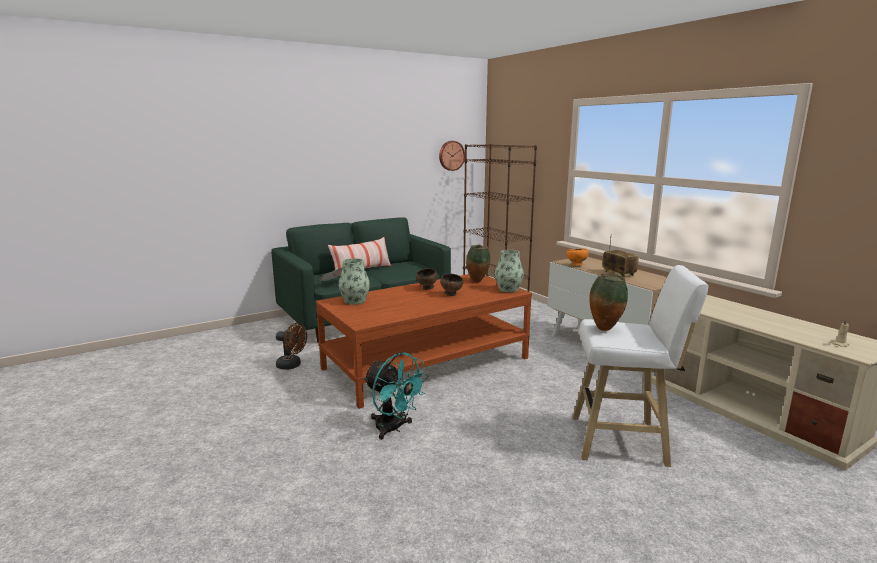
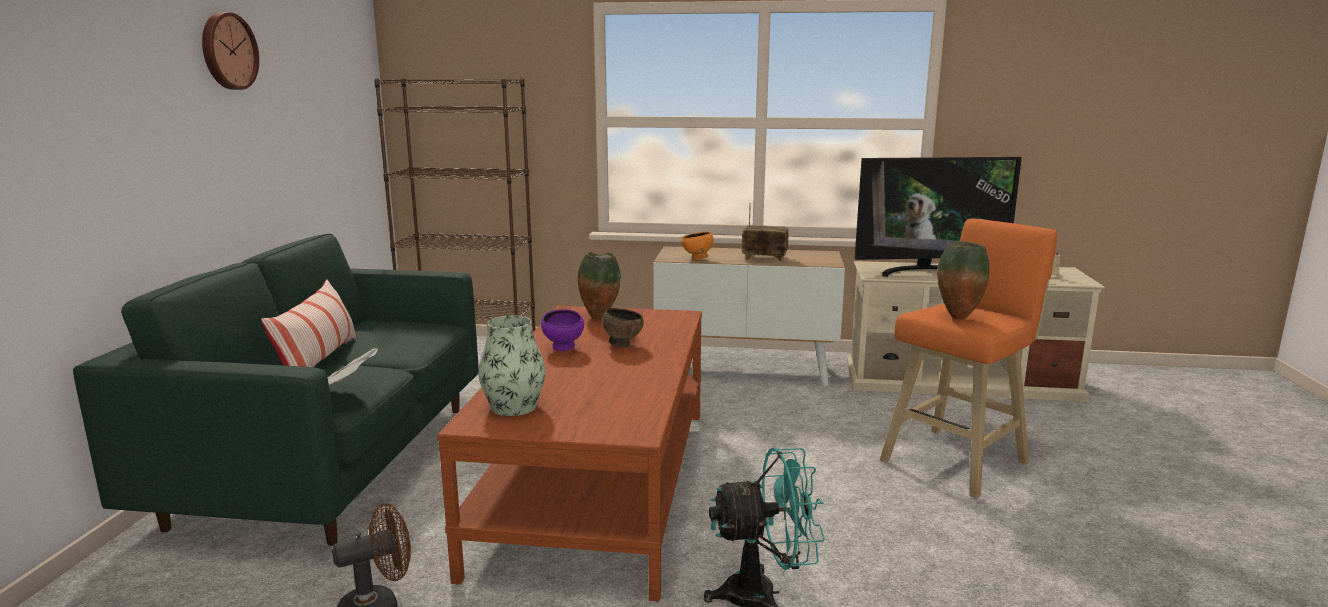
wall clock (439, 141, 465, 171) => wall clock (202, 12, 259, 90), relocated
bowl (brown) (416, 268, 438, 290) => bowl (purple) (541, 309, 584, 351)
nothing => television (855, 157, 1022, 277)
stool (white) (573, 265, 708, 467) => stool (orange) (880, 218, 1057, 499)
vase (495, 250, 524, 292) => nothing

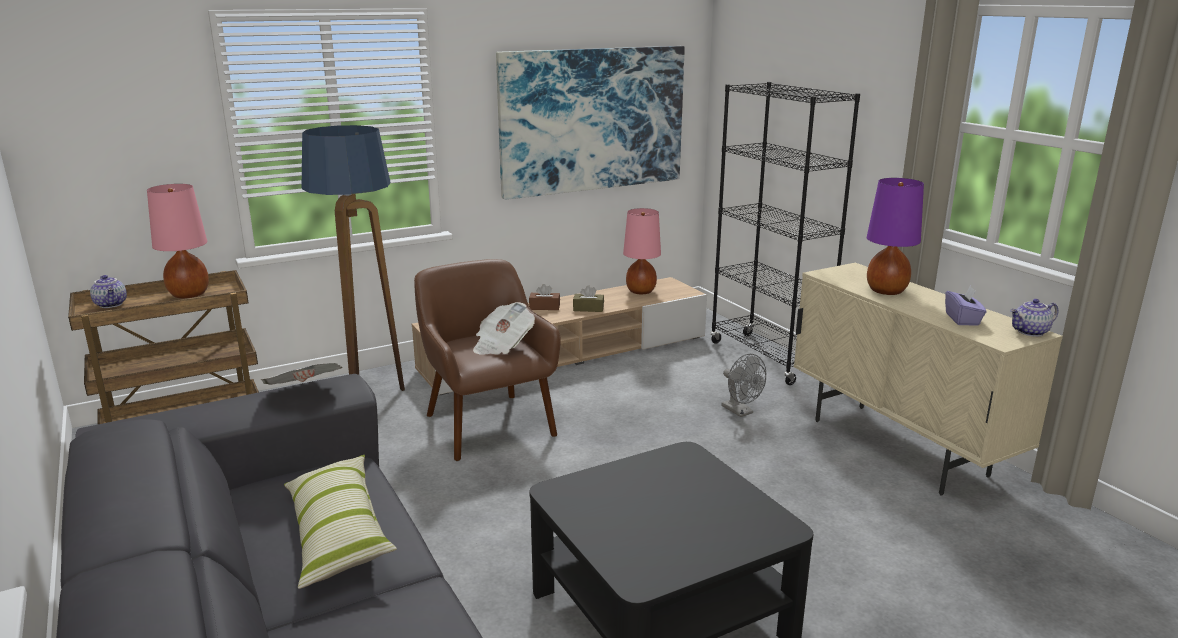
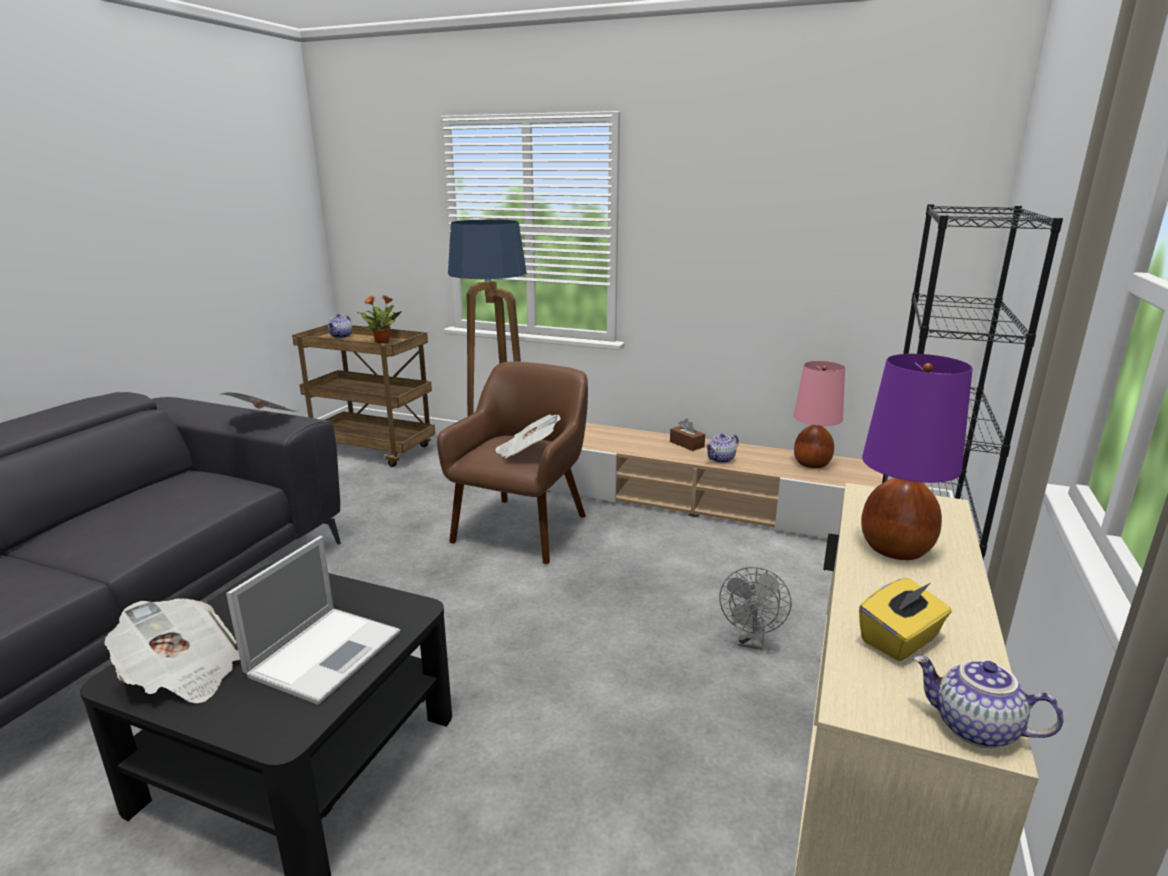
nothing => newspaper (104, 598, 240, 703)
nothing => laptop (226, 536, 400, 705)
table lamp (pink) (147, 184, 209, 298) => potted plant (357, 295, 402, 343)
tissue box (brown) (573, 285, 604, 312) => teapot (705, 433, 739, 463)
tissue box (purple) (945, 285, 987, 326) => tissue box (yellow) (859, 578, 952, 661)
pillow (284, 455, 397, 589) => nothing
picture (496, 46, 685, 200) => nothing

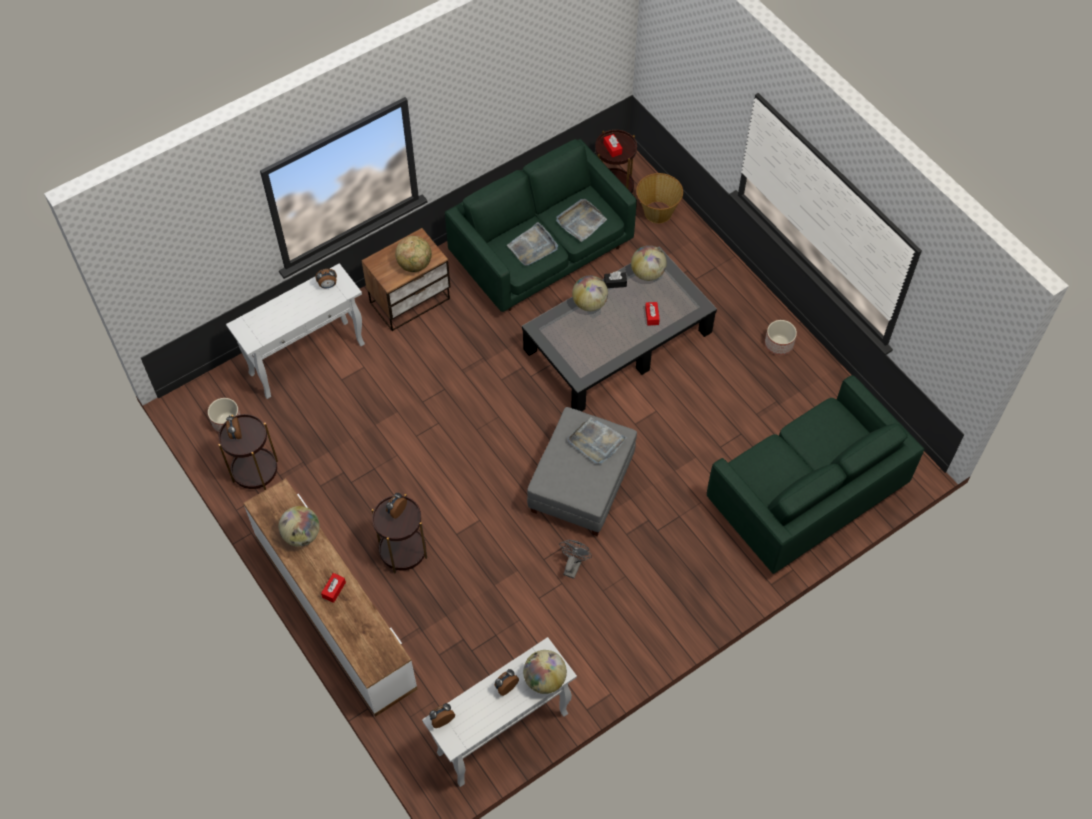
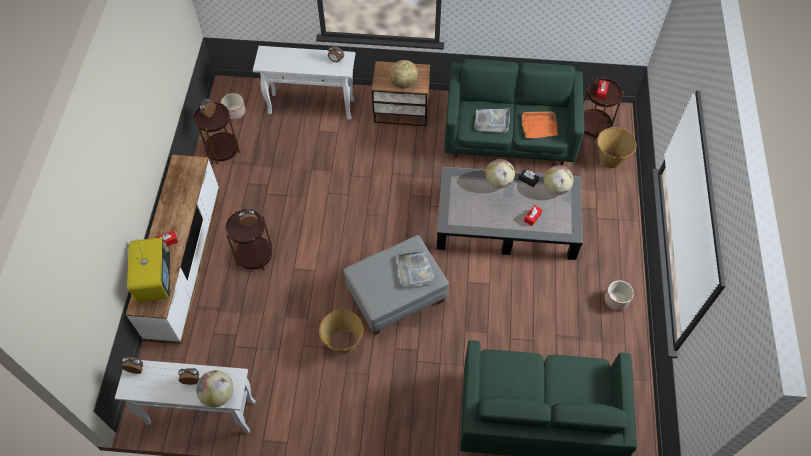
nothing => television (127, 237, 170, 302)
fan (grey) (559, 540, 592, 579) => basket (319, 309, 364, 354)
tray (grey) (556, 199, 607, 242) => tray (orange) (522, 111, 558, 138)
globe (279, 506, 320, 547) => nothing

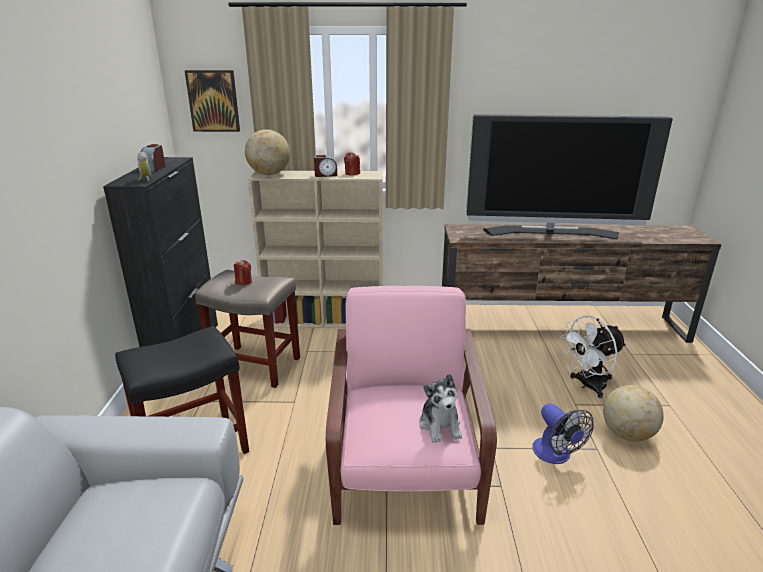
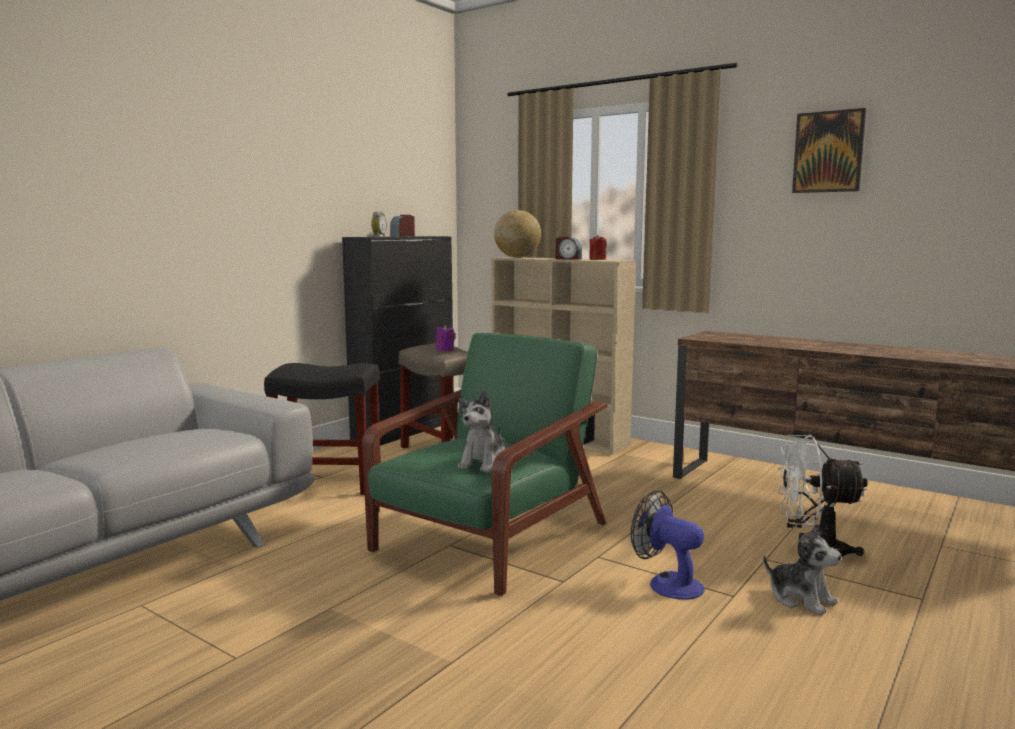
armchair (pink) (326, 286, 497, 525) => armchair (green) (362, 333, 608, 596)
candle (red) (234, 260, 252, 285) => candle (purple) (436, 325, 455, 351)
fan (532, 403, 594, 464) => fan (630, 490, 704, 600), 120 degrees clockwise
globe (603, 385, 664, 441) => plush toy (763, 523, 842, 615)
picture (185, 70, 240, 132) => picture (792, 108, 866, 193), relocated
television (466, 114, 673, 239) => nothing

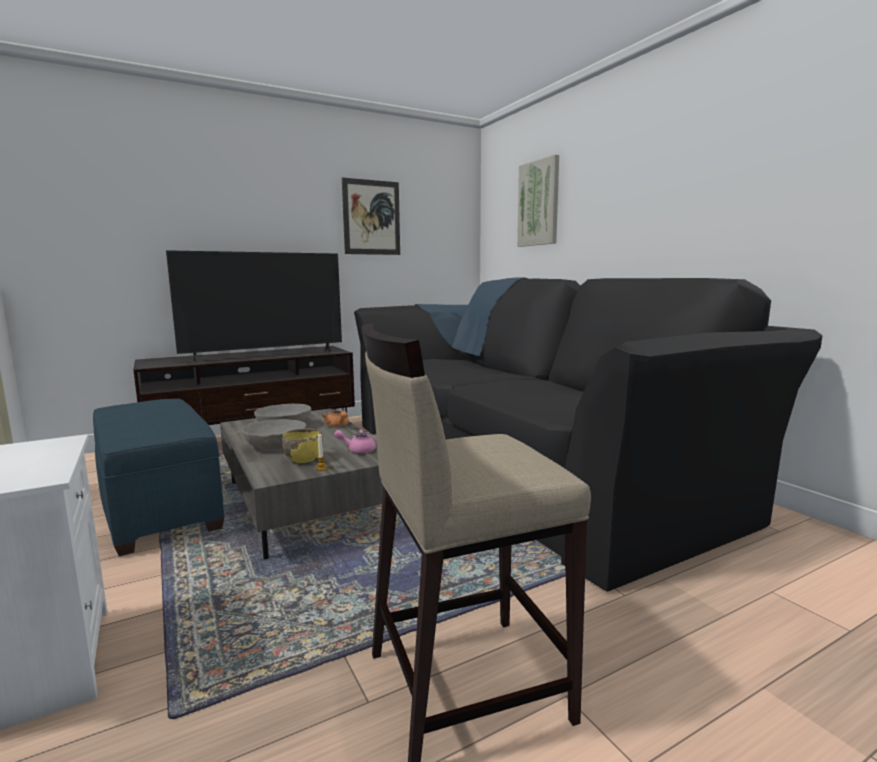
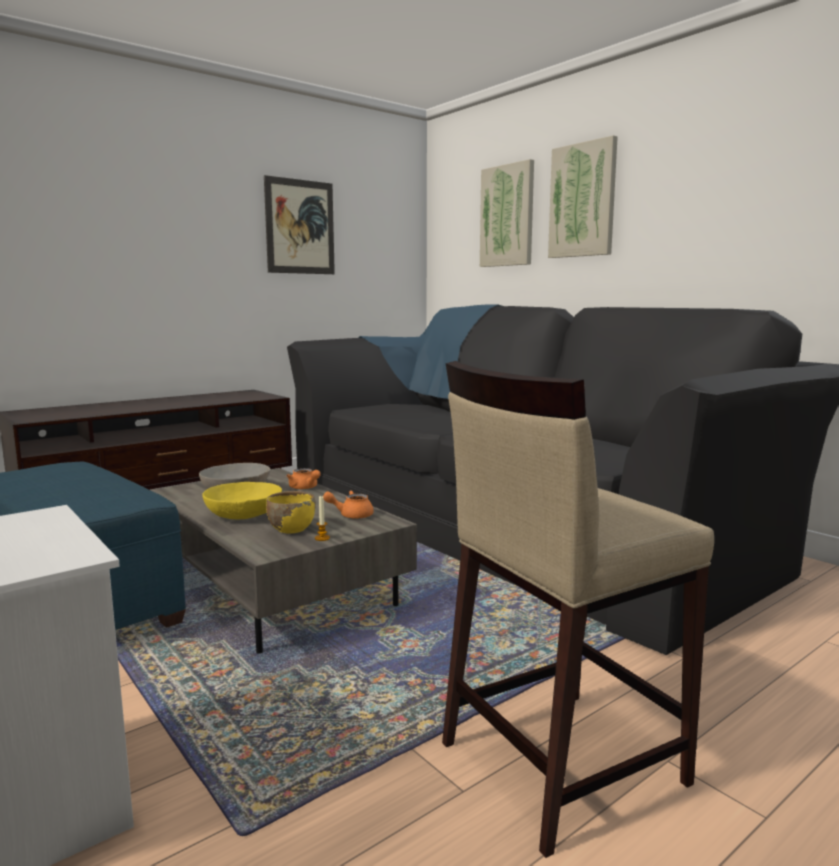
bowl (grey) (242, 419, 306, 449) => bowl (yellow) (202, 482, 282, 519)
teapot (pink) (334, 430, 376, 453) => teapot (orange) (323, 490, 374, 519)
nothing => picture (548, 135, 618, 258)
television (166, 250, 342, 363) => nothing

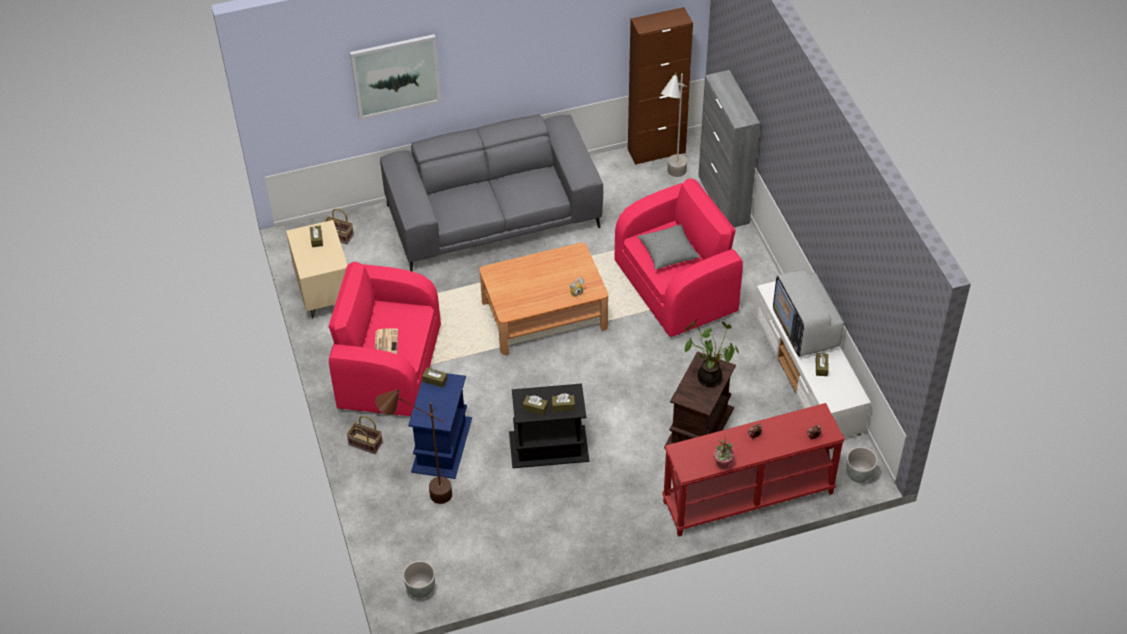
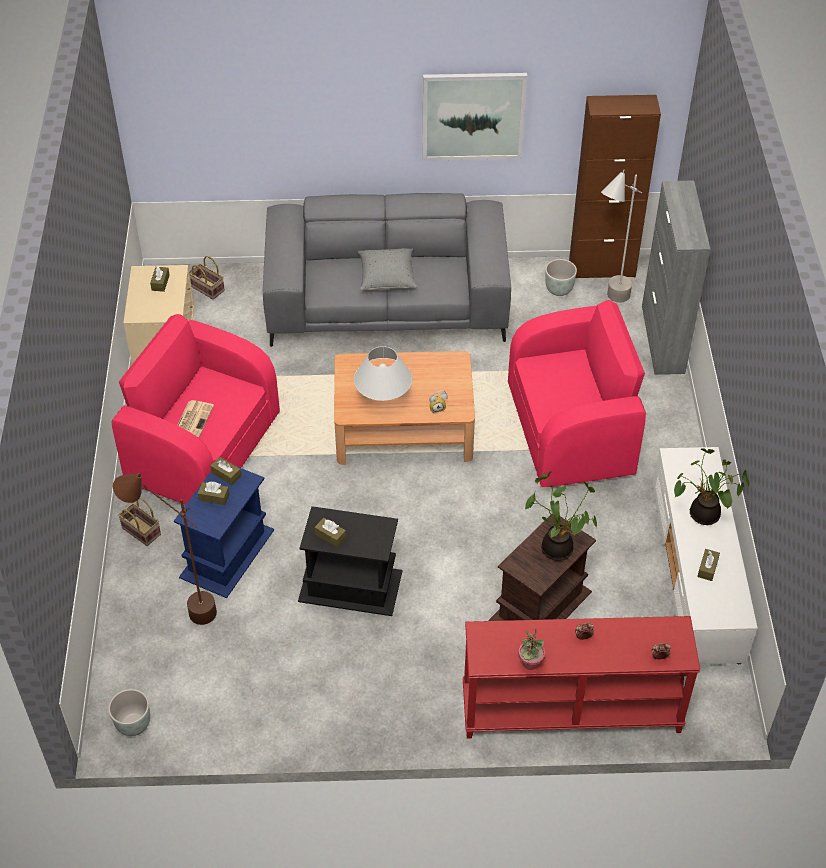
tissue box (brown) (551, 393, 575, 412) => tissue box (brown) (198, 482, 229, 505), relocated
nothing => table lamp (white) (354, 346, 412, 401)
pillow (grey) (637, 224, 700, 270) => pillow (grey) (358, 248, 417, 290), relocated
picture (350, 34, 441, 120) => picture (423, 73, 527, 161), relocated
planter (grey) (846, 447, 878, 483) => planter (grey) (546, 259, 577, 296), relocated
television (773, 269, 844, 357) => potted plant (674, 448, 750, 525)

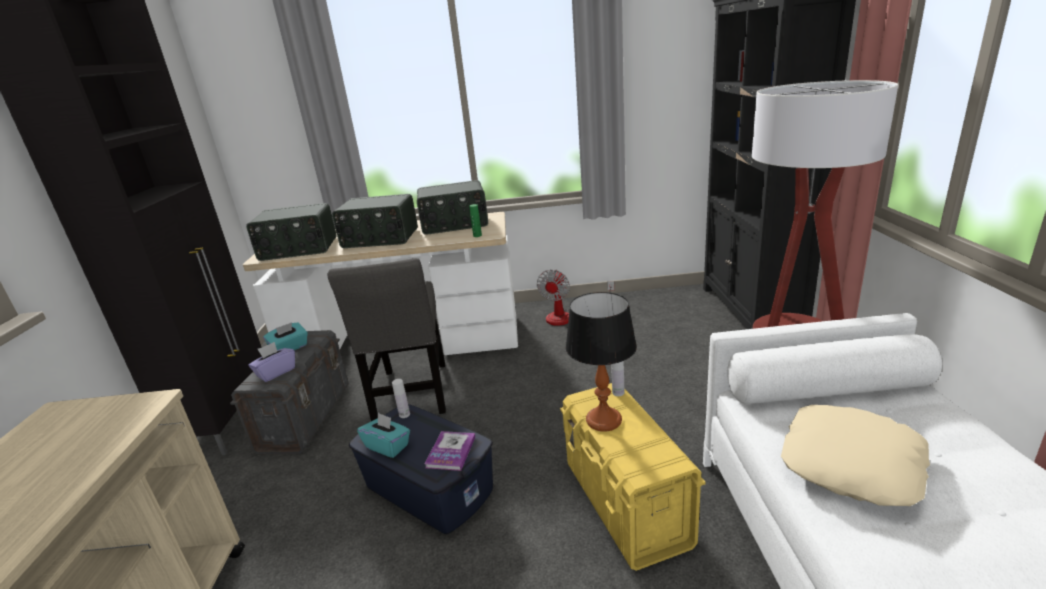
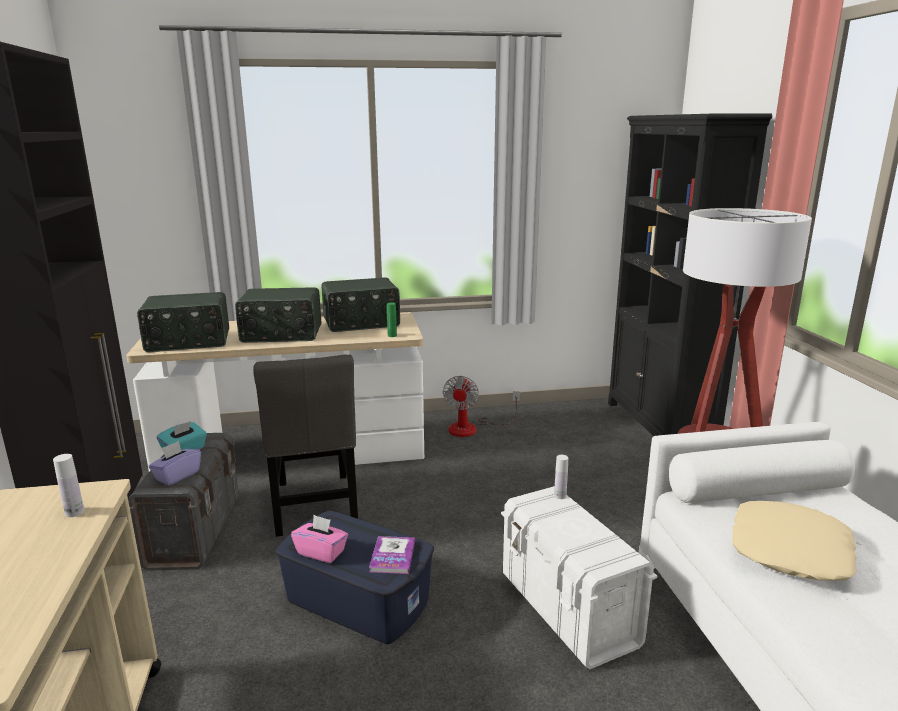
bottle (white) (392, 379, 410, 418) => bottle (white) (53, 454, 84, 517), relocated
tissue box (turquoise) (357, 413, 410, 458) => tissue box (pink) (291, 515, 348, 563)
storage box (yellow) (560, 383, 706, 571) => storage box (white) (501, 486, 657, 669)
table lamp (565, 292, 637, 432) => nothing

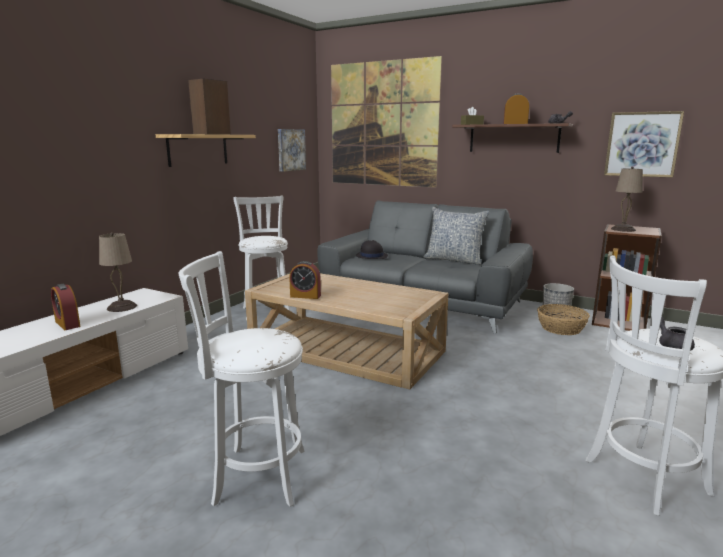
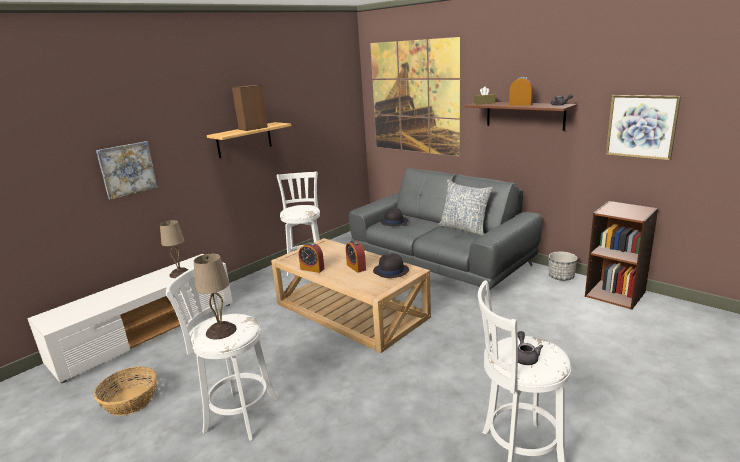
basket (537, 304, 590, 335) => basket (94, 366, 157, 416), relocated
picture (278, 129, 306, 172) => picture (96, 141, 158, 200), relocated
table lamp (beige) (611, 167, 643, 232) => table lamp (beige) (194, 254, 237, 339), relocated
alarm clock (51, 284, 81, 330) => alarm clock (346, 240, 366, 273), relocated
nothing => hat (black) (373, 253, 409, 278)

